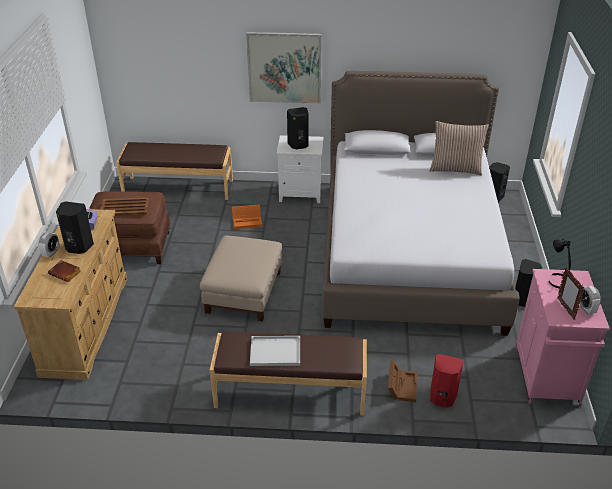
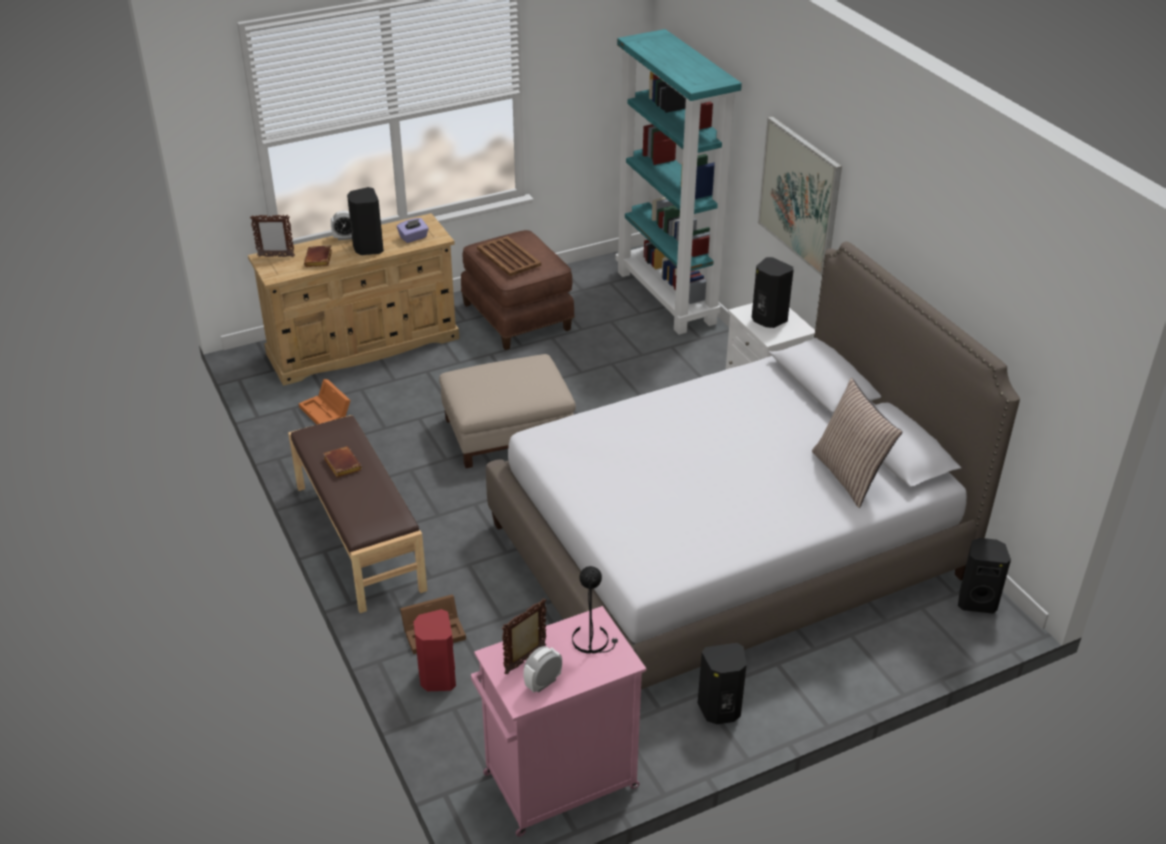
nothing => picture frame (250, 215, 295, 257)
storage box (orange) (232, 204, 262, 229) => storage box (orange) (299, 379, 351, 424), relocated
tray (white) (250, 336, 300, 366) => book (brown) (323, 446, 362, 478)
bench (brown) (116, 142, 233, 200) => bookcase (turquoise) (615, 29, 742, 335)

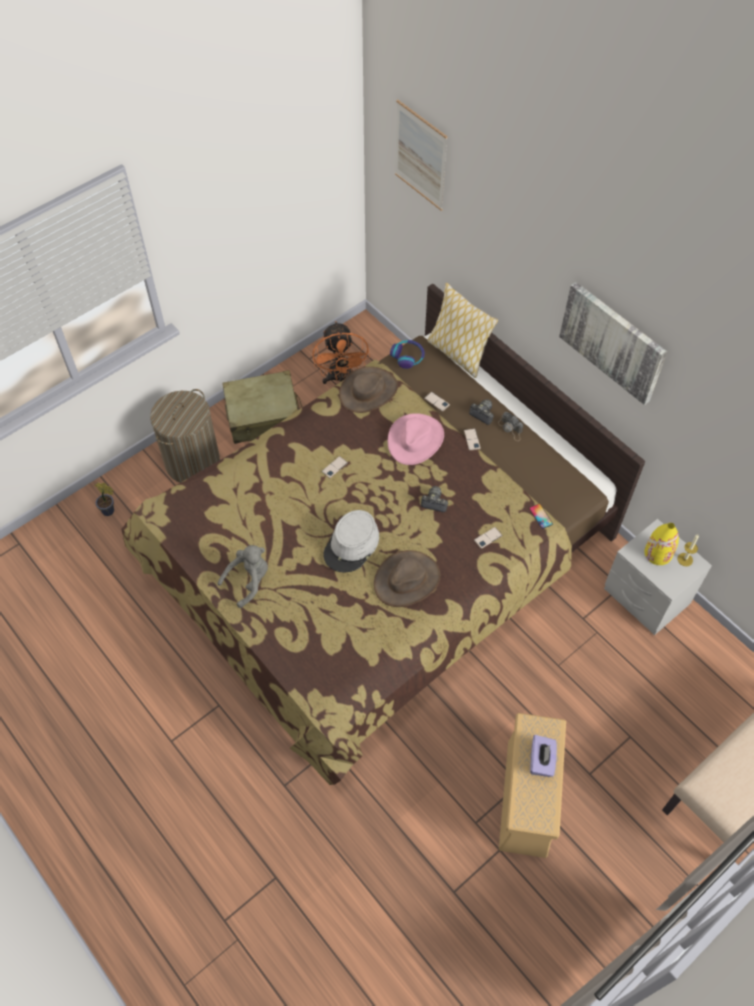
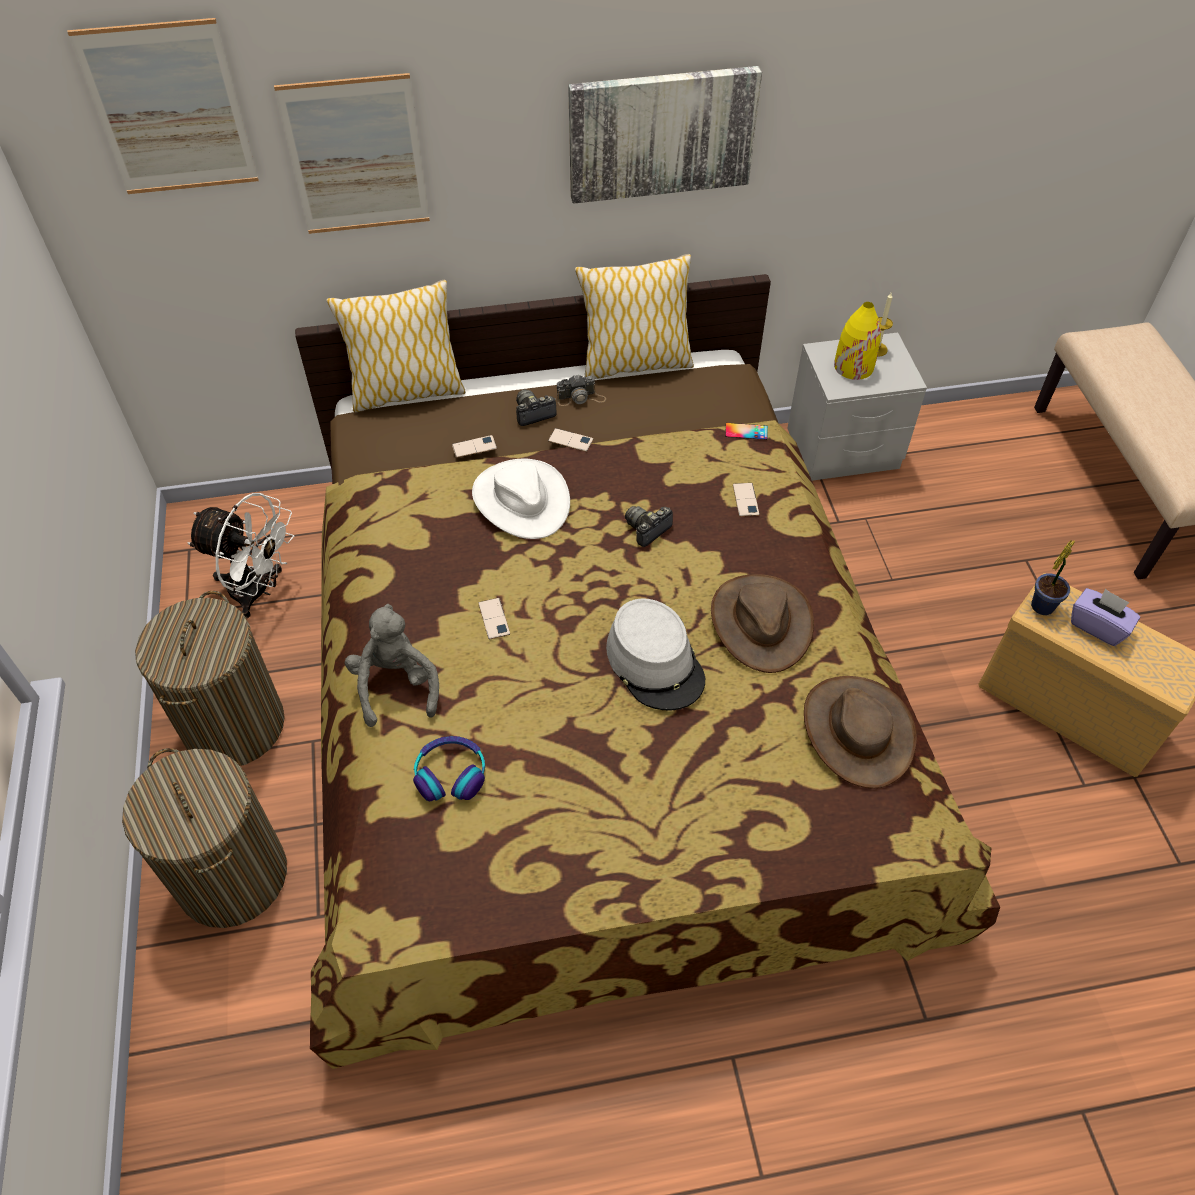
suitcase (beige) (222, 370, 302, 444) => laundry basket (135, 591, 285, 766)
fan (orange) (312, 321, 370, 384) => fan (white) (188, 493, 294, 618)
nothing => picture (274, 73, 430, 234)
plush toy (grey) (218, 545, 268, 608) => plush toy (grey) (345, 604, 439, 727), relocated
headphones (390, 340, 425, 369) => headphones (413, 736, 485, 801), relocated
hat (pink) (387, 413, 444, 465) => hat (white) (472, 458, 570, 539)
nothing => pillow (575, 254, 694, 379)
hat (brown) (339, 367, 398, 413) => hat (brown) (804, 676, 917, 789), relocated
potted plant (94, 482, 114, 516) => potted plant (1031, 540, 1075, 615), relocated

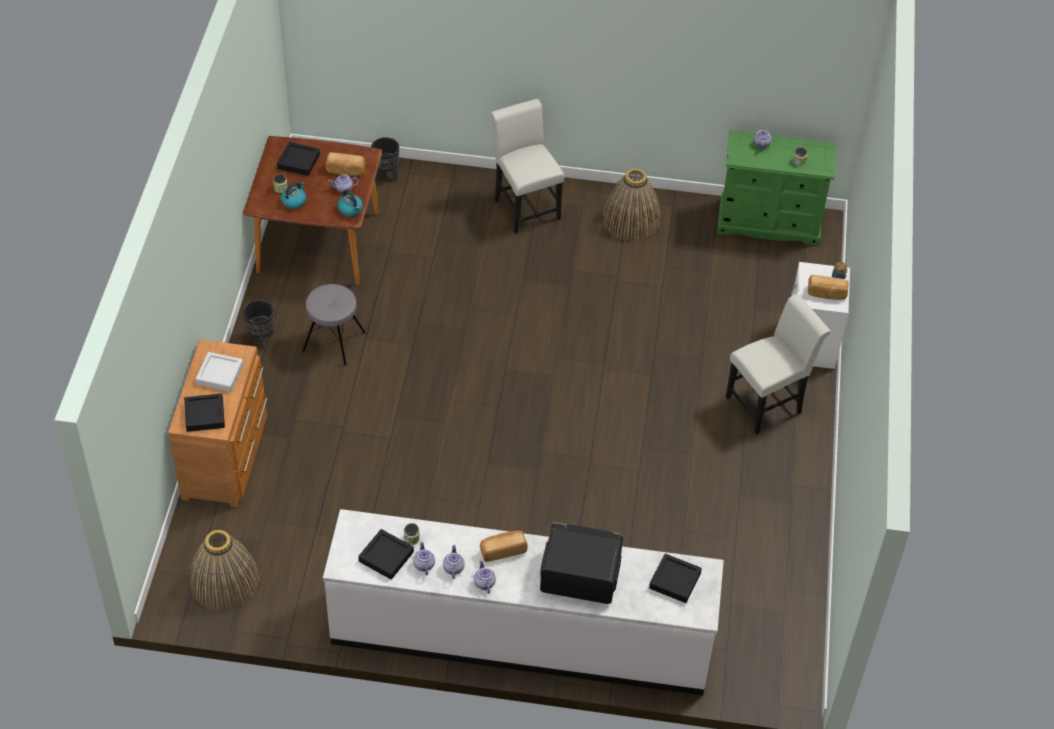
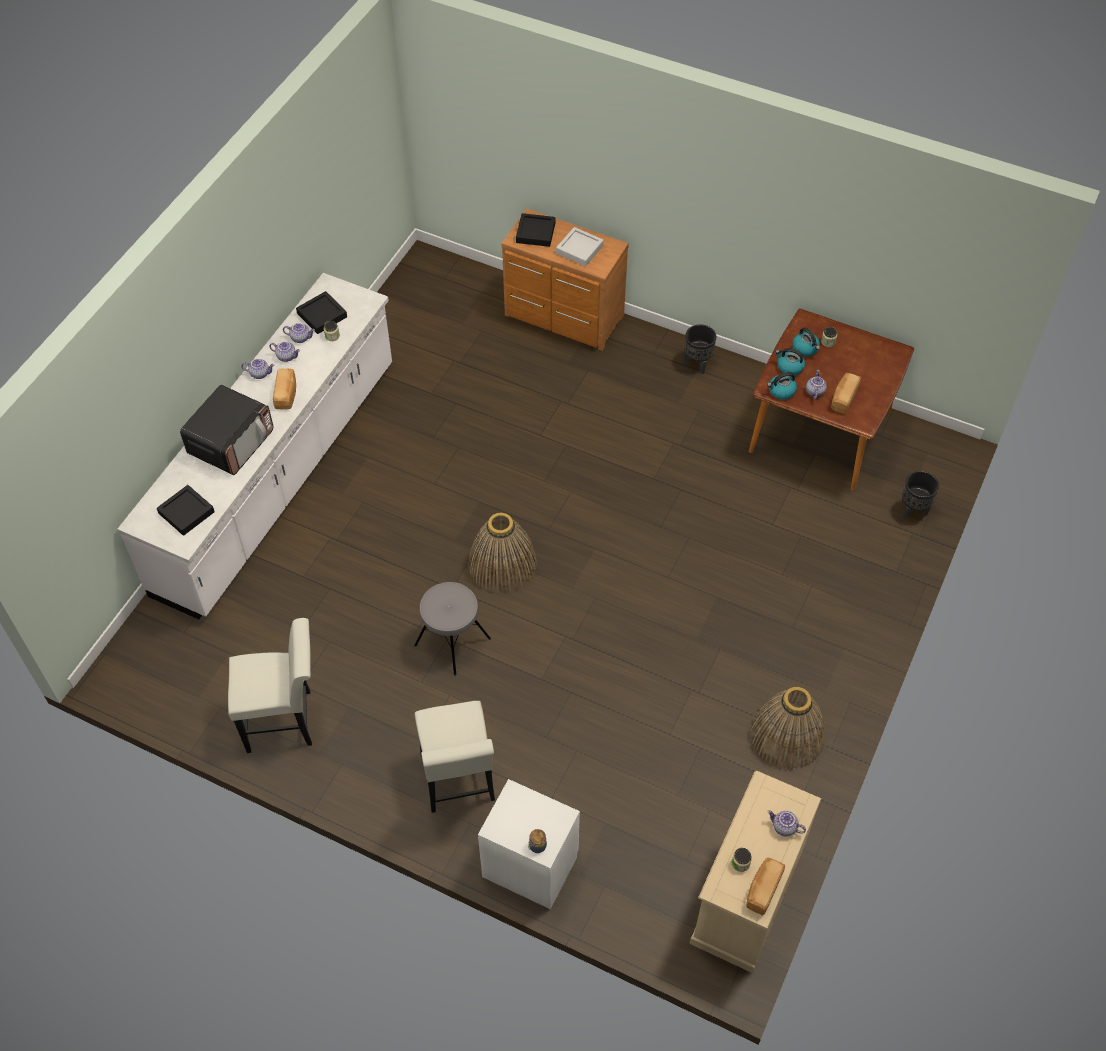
chair (white) (490, 99, 564, 234) => chair (white) (228, 618, 312, 753), relocated
stool (grey) (302, 284, 366, 366) => stool (grey) (414, 582, 491, 676), relocated
basket (190, 530, 260, 611) => basket (469, 513, 537, 593), relocated
dresser (green) (717, 131, 836, 246) => dresser (beige) (689, 770, 821, 973)
bread (808, 275, 849, 300) => bread (746, 858, 785, 915), relocated
nothing => kettle (775, 348, 805, 375)
tray (black) (277, 142, 320, 176) => nothing

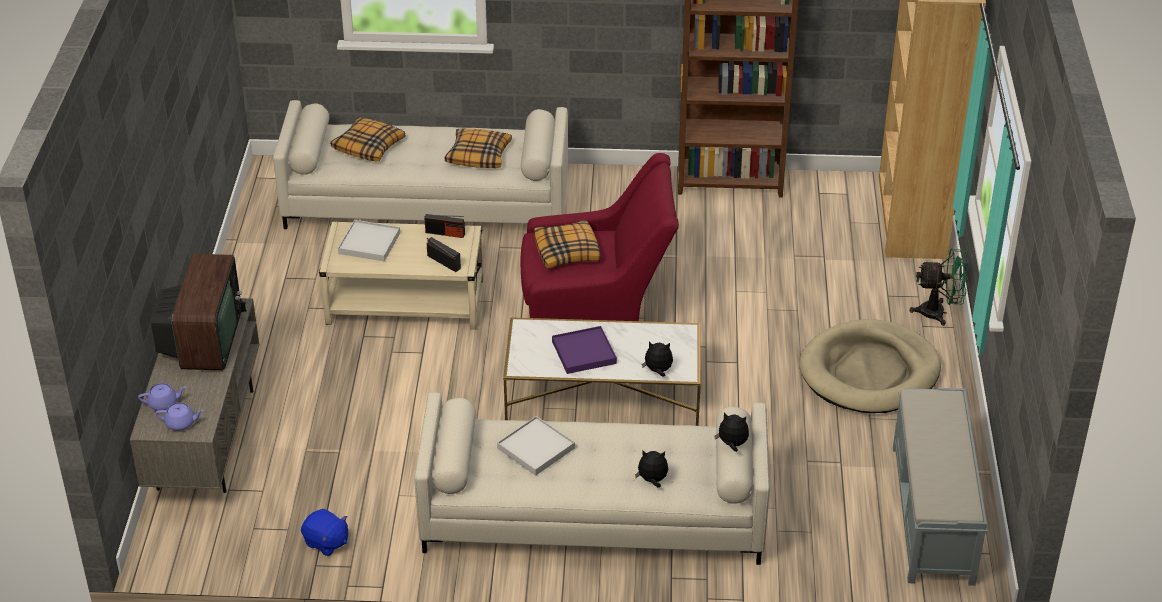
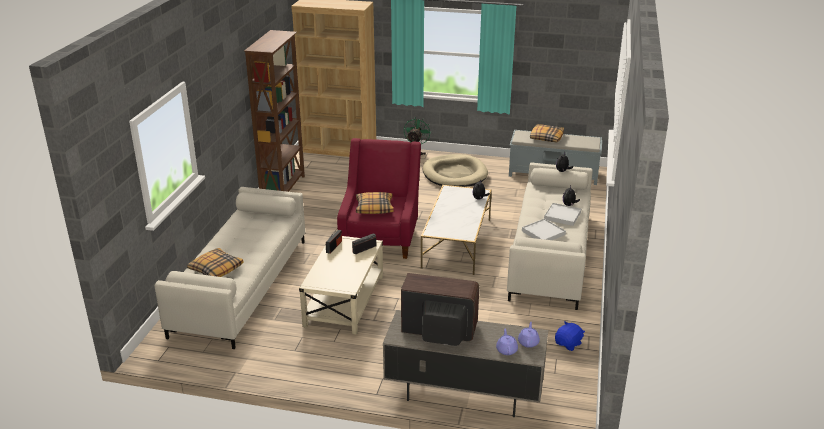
pillow (445, 128, 512, 168) => pillow (530, 124, 564, 143), relocated
tray (white) (338, 220, 400, 262) => tray (white) (544, 203, 581, 226), relocated
tray (purple) (552, 326, 617, 374) => nothing

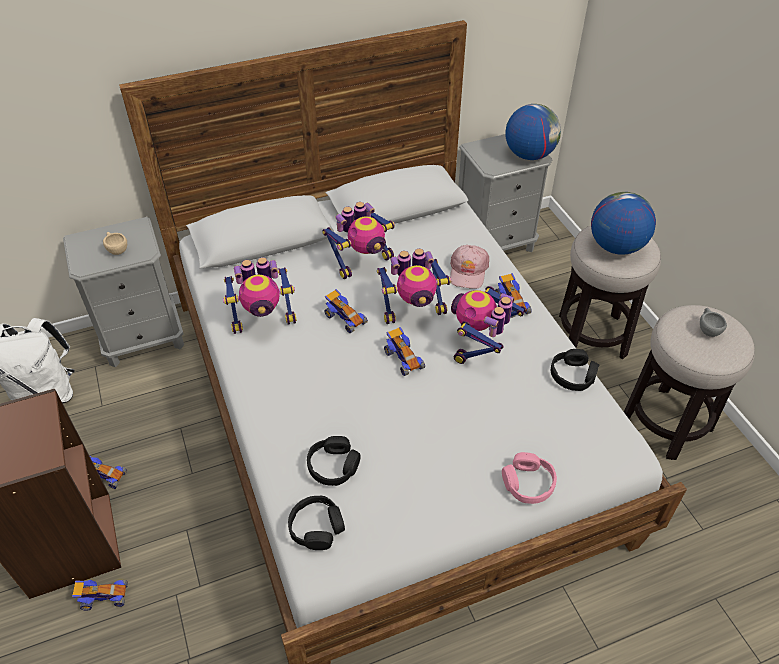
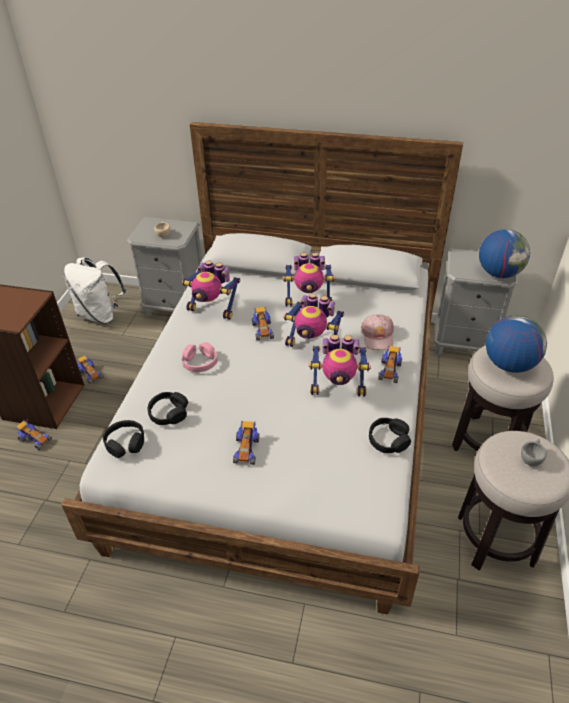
headphones (pink) (502, 452, 557, 504) => headphones (pink) (182, 342, 218, 372), relocated
toy car (384, 327, 425, 376) => toy car (233, 421, 259, 465), relocated
toy robot (451, 286, 526, 364) => toy robot (309, 335, 371, 397), 150 degrees counterclockwise
cap (pink) (450, 245, 489, 289) => cap (pink) (361, 314, 394, 350), 45 degrees counterclockwise

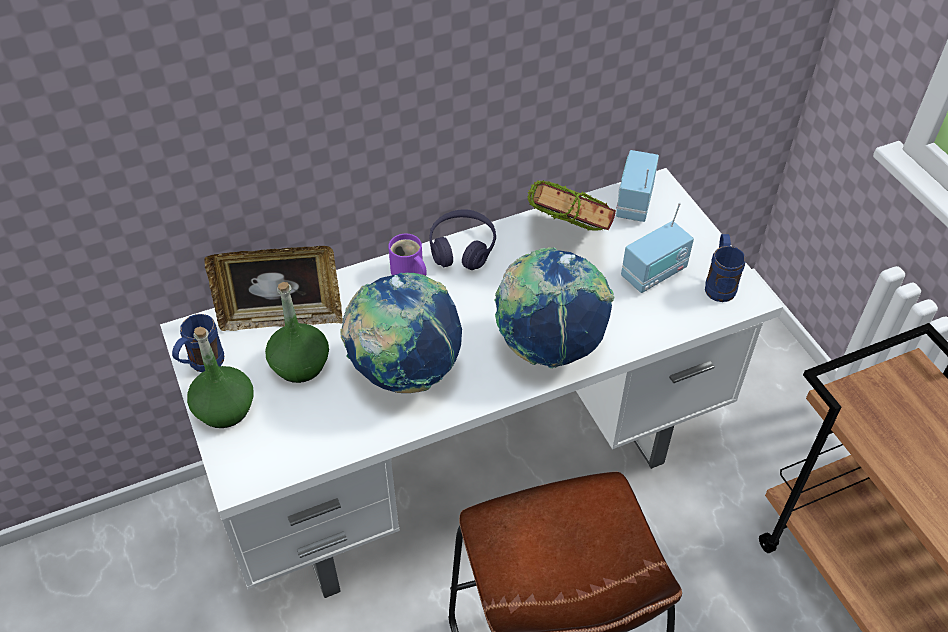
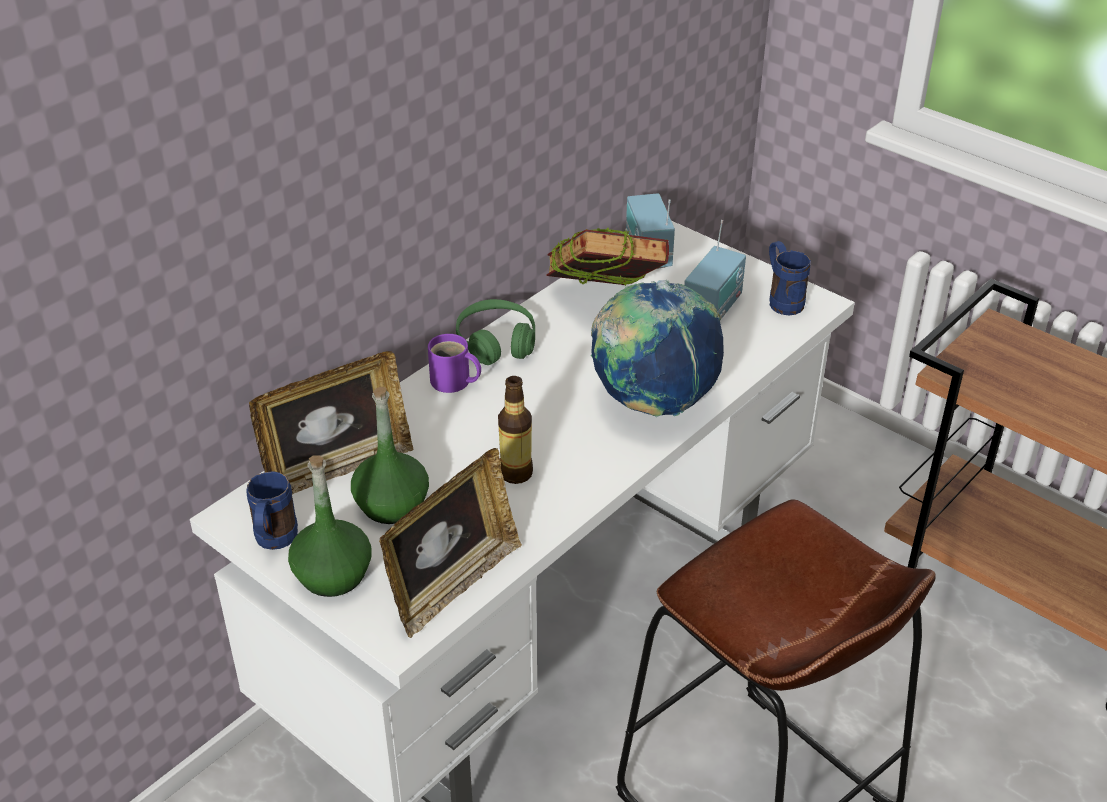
nothing => picture frame (379, 448, 522, 638)
headphones (purple) (430, 209, 496, 270) => headphones (green) (456, 299, 535, 365)
globe (340, 273, 462, 393) => bottle (498, 376, 533, 484)

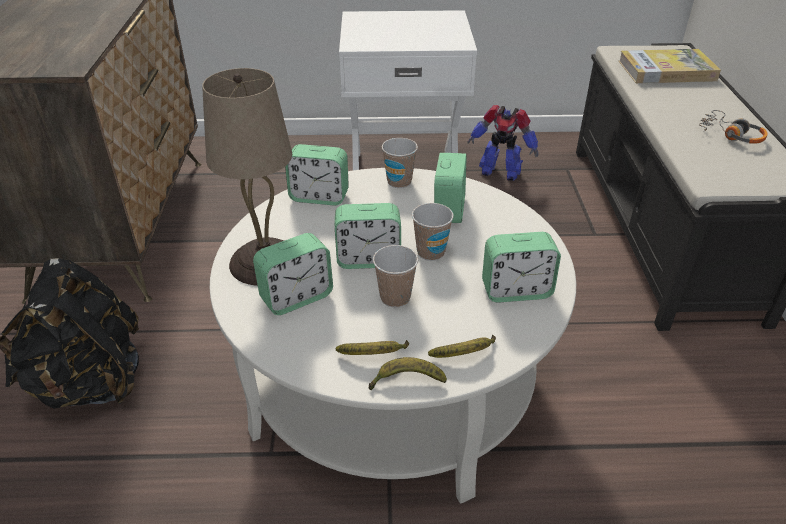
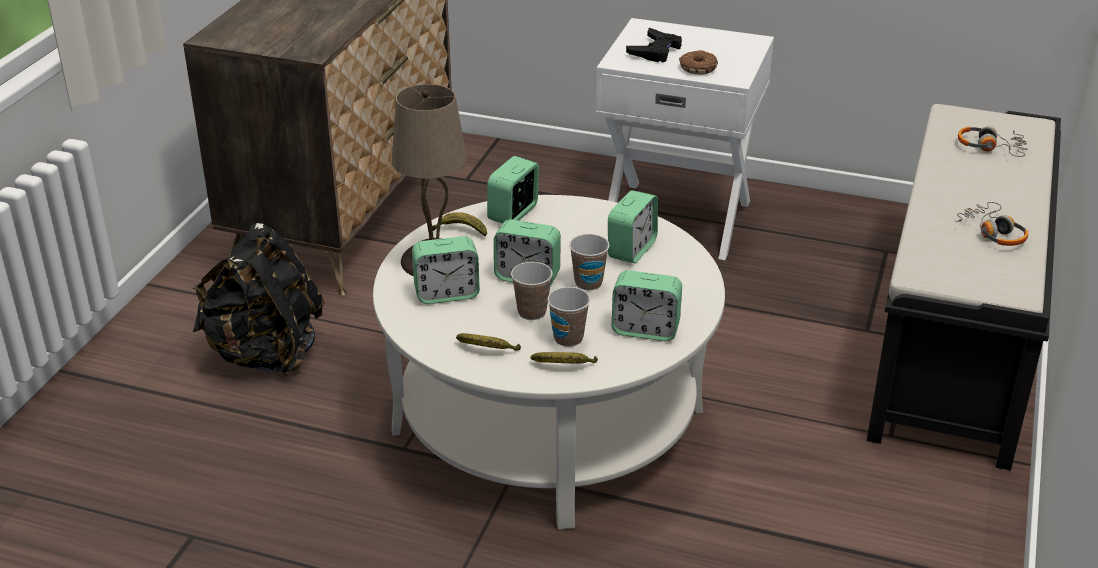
banana (369, 357, 447, 390) => banana (432, 212, 487, 236), relocated
alarm clock (285, 144, 349, 206) => alarm clock (487, 156, 539, 224), 90 degrees clockwise
cup (382, 138, 418, 188) => cup (548, 287, 590, 347), relocated
nothing => game controller (black) (626, 28, 682, 63)
nothing => donut (679, 50, 718, 75)
book (619, 49, 721, 83) => headphones (958, 126, 1027, 157)
toy robot (467, 105, 538, 181) => nothing

